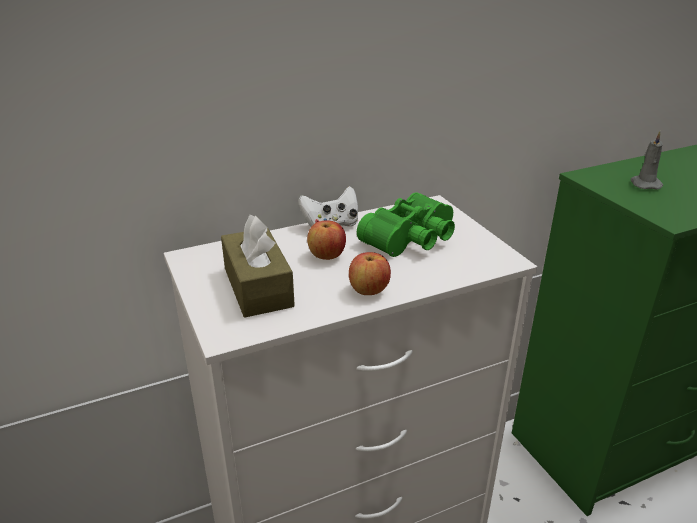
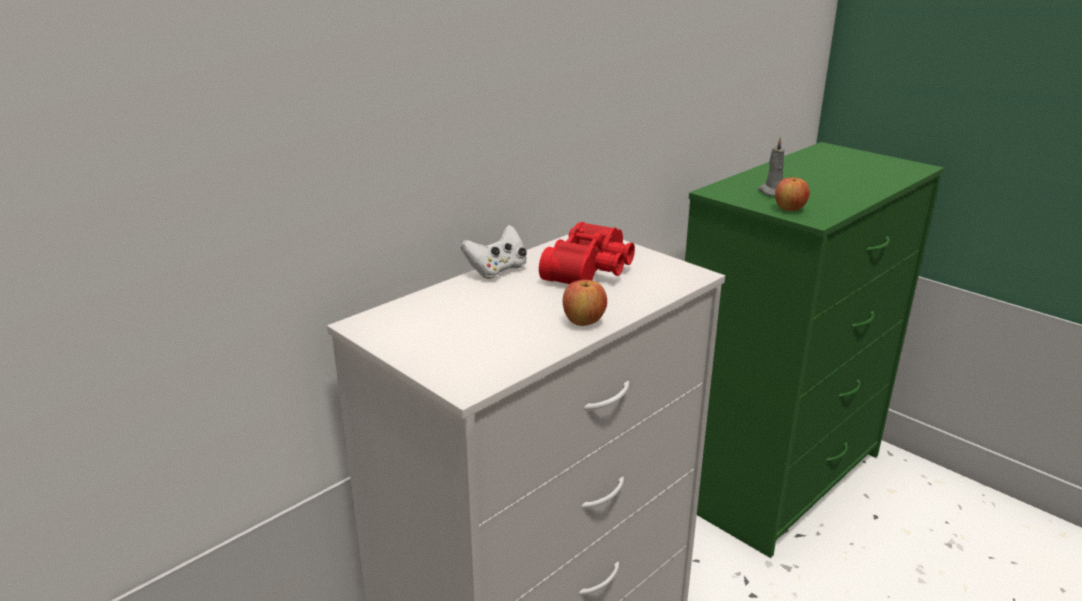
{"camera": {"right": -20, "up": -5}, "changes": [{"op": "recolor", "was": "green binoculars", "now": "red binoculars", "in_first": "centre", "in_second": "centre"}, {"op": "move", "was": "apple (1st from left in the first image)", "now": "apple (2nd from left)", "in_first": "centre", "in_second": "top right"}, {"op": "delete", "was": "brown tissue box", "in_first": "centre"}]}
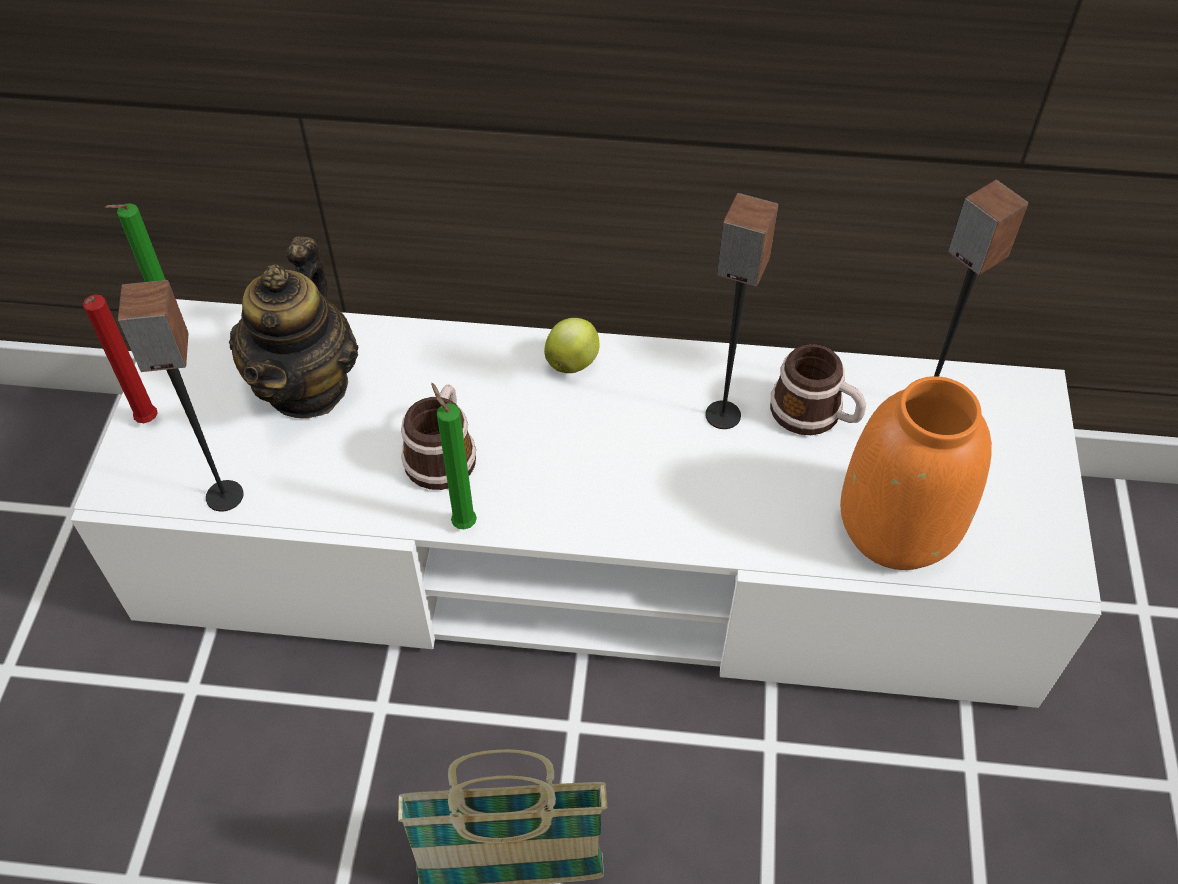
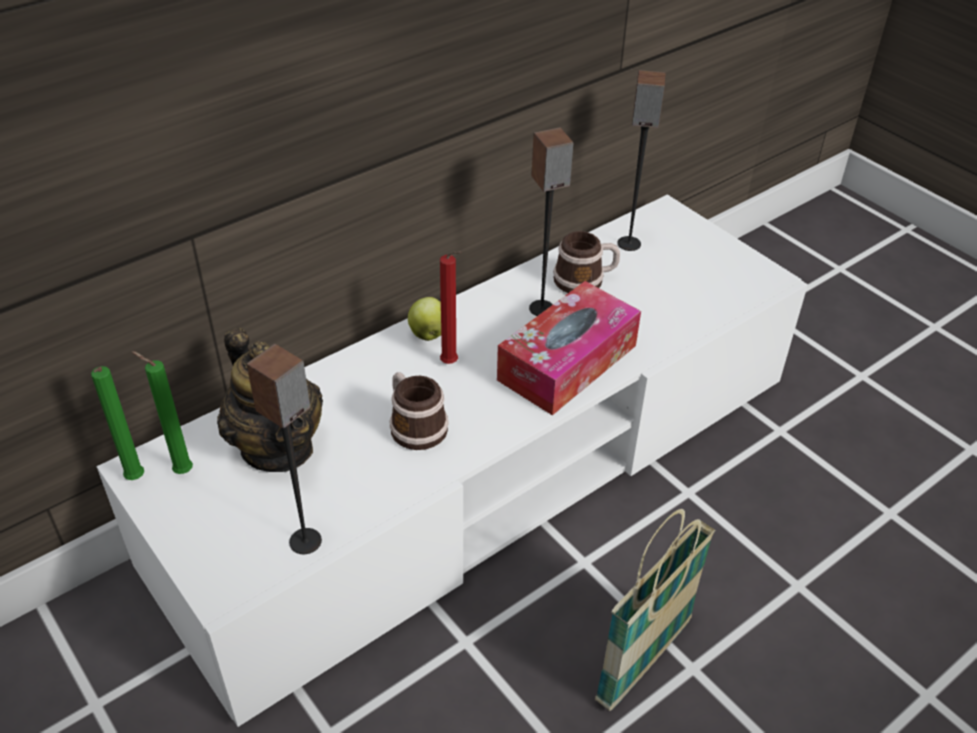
{"camera": {"right": -45, "up": -10}, "changes": [{"op": "move", "was": "green candle (2nd from left)", "in_first": "centre", "in_second": "middle left"}, {"op": "move", "was": "red candle", "in_first": "middle left", "in_second": "centre"}, {"op": "insert", "now": "tissue box", "in_second": "centre"}, {"op": "delete", "was": "orange vase", "in_first": "middle right"}]}
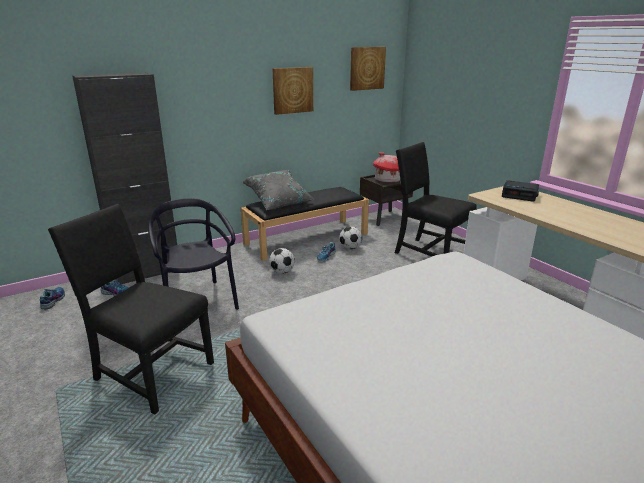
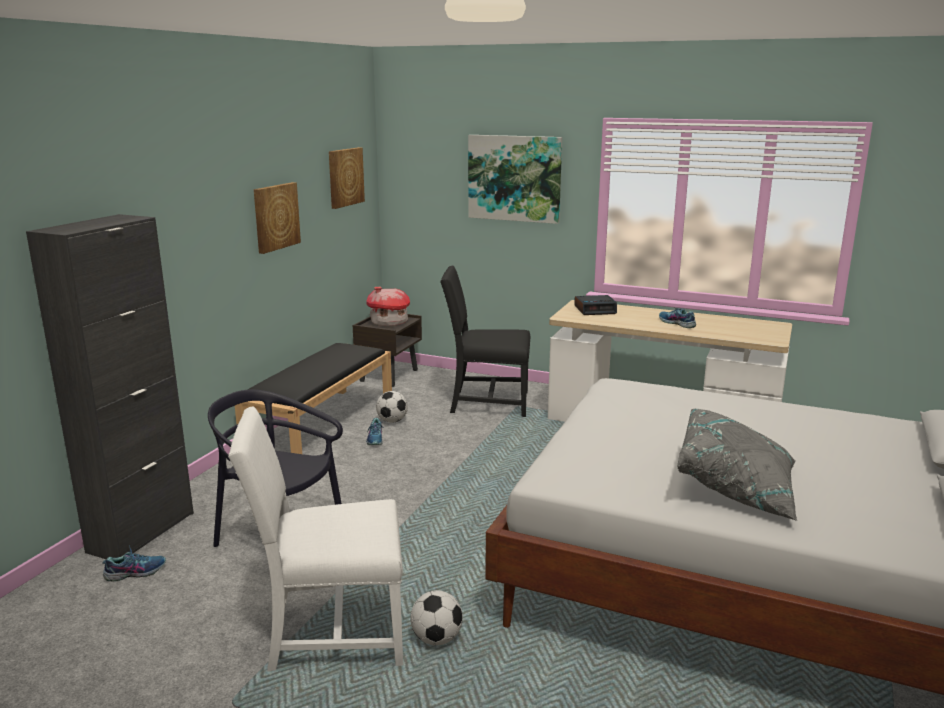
{"camera": {"right": -35, "up": -5}, "changes": [{"op": "recolor", "was": "black chair (1st from left)", "now": "white chair", "in_first": "middle left", "in_second": "bottom centre"}, {"op": "move", "was": "football (1st from left in the first image)", "now": "football (2nd from left)", "in_first": "centre", "in_second": "bottom centre"}, {"op": "insert", "now": "picture (3rd from left)", "in_second": "top centre"}, {"op": "move", "was": "shoe (1st from left in the first image)", "now": "shoe (3rd from left)", "in_first": "middle left", "in_second": "middle right"}, {"op": "move", "was": "grey pillow", "in_first": "centre", "in_second": "middle right"}]}
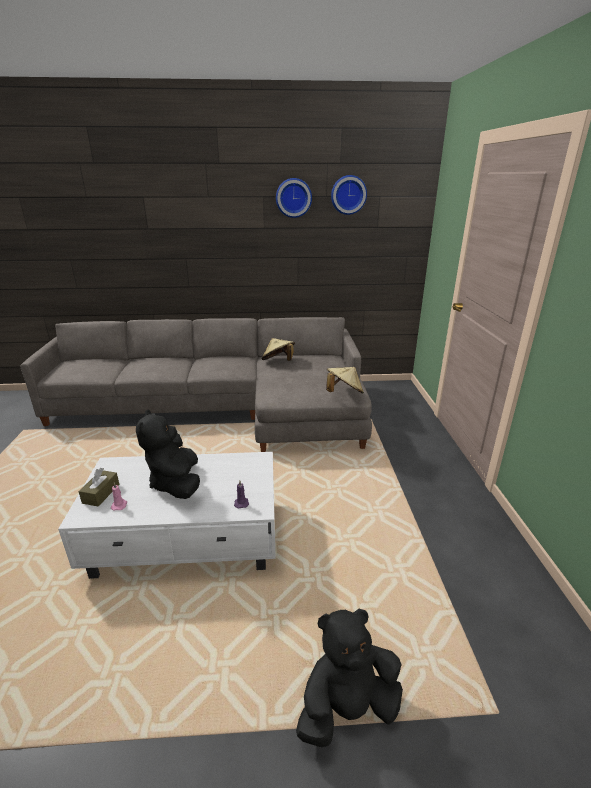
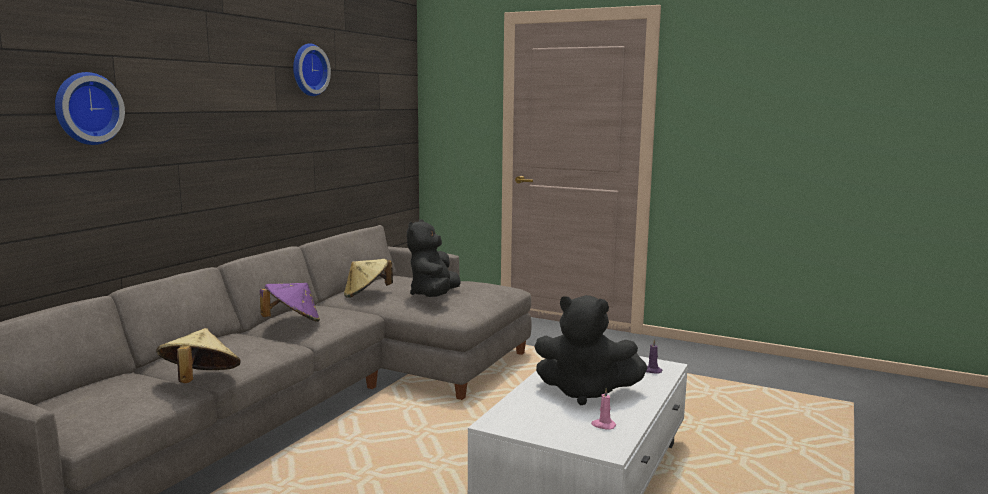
{"camera": {"right": -60, "up": -15}, "changes": [{"op": "move", "was": "wall clock (2nd from left in the first image)", "now": "wall clock (1st from left)", "in_first": "top centre", "in_second": "top left"}, {"op": "move", "was": "beige hat (2nd from left in the first image)", "now": "beige hat (1st from left)", "in_first": "centre", "in_second": "bottom left"}, {"op": "insert", "now": "purple hat", "in_second": "middle left"}, {"op": "move", "was": "black plush toy (2nd from left in the first image)", "now": "black plush toy (1st from left)", "in_first": "bottom centre", "in_second": "centre"}, {"op": "delete", "was": "brown tissue box", "in_first": "middle left"}]}
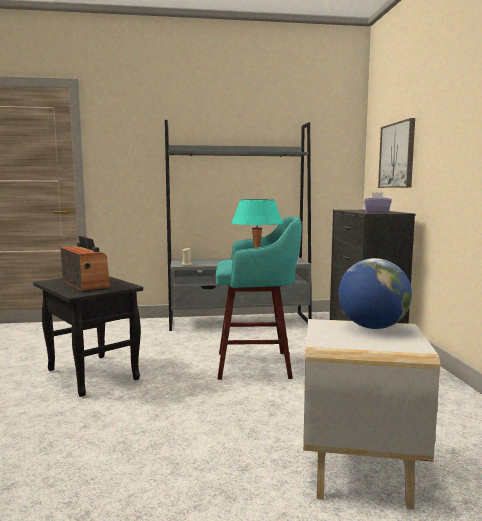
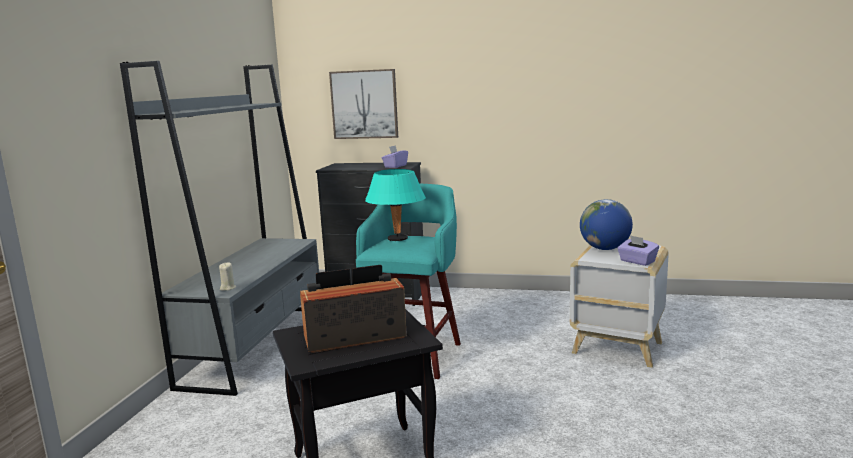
{"camera": {"right": -70, "up": 5}, "changes": [{"op": "insert", "now": "purple tissue box (2nd from left)", "in_second": "middle right"}]}
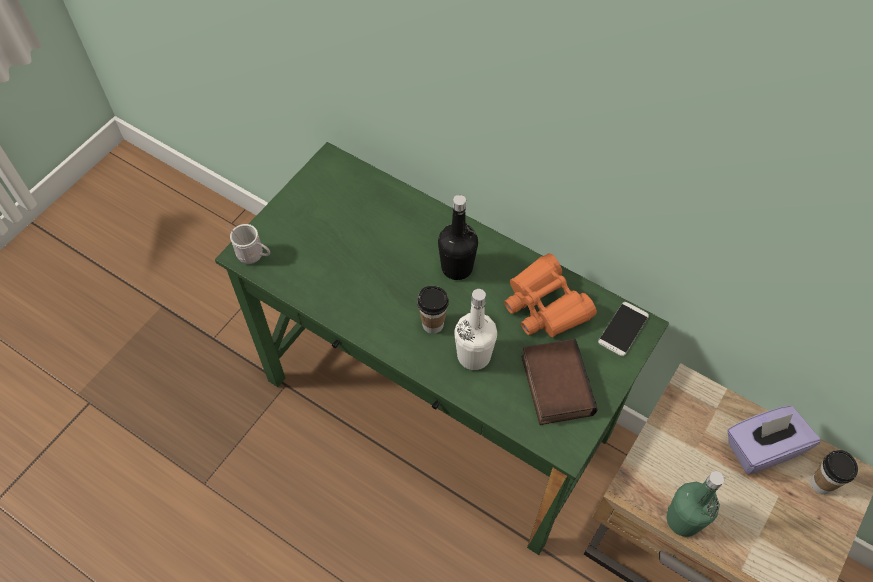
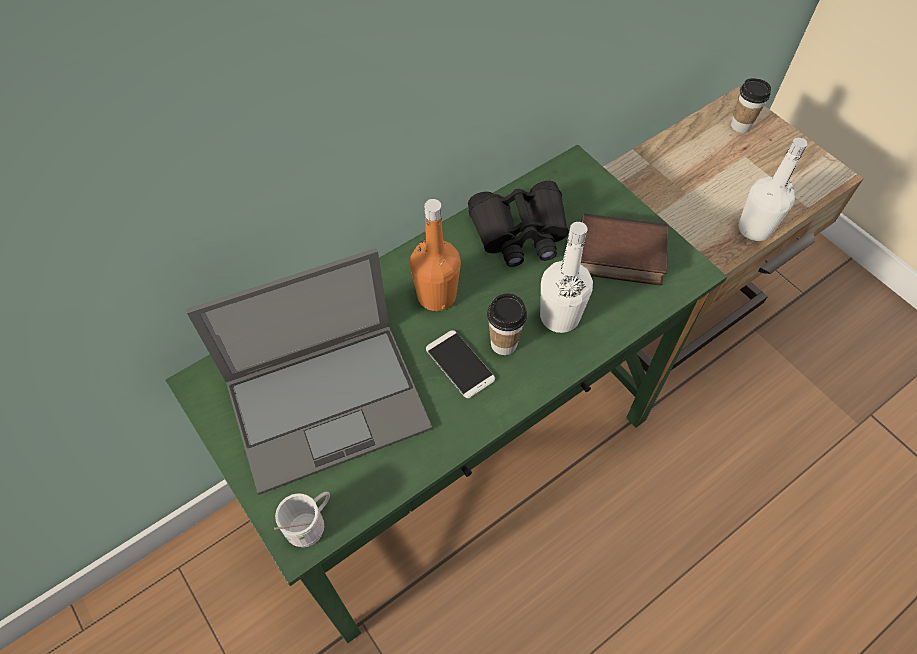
{"camera": {"right": -70, "up": 0}, "changes": [{"op": "insert", "now": "laptop", "in_second": "centre"}, {"op": "recolor", "was": "black bottle", "now": "orange bottle", "in_first": "centre", "in_second": "centre"}, {"op": "move", "was": "phone", "in_first": "middle right", "in_second": "centre"}, {"op": "recolor", "was": "orange binoculars", "now": "black binoculars", "in_first": "centre", "in_second": "centre"}, {"op": "recolor", "was": "green bottle", "now": "white bottle (2nd from left)", "in_first": "bottom right", "in_second": "top right"}, {"op": "delete", "was": "purple tissue box", "in_first": "bottom right"}]}
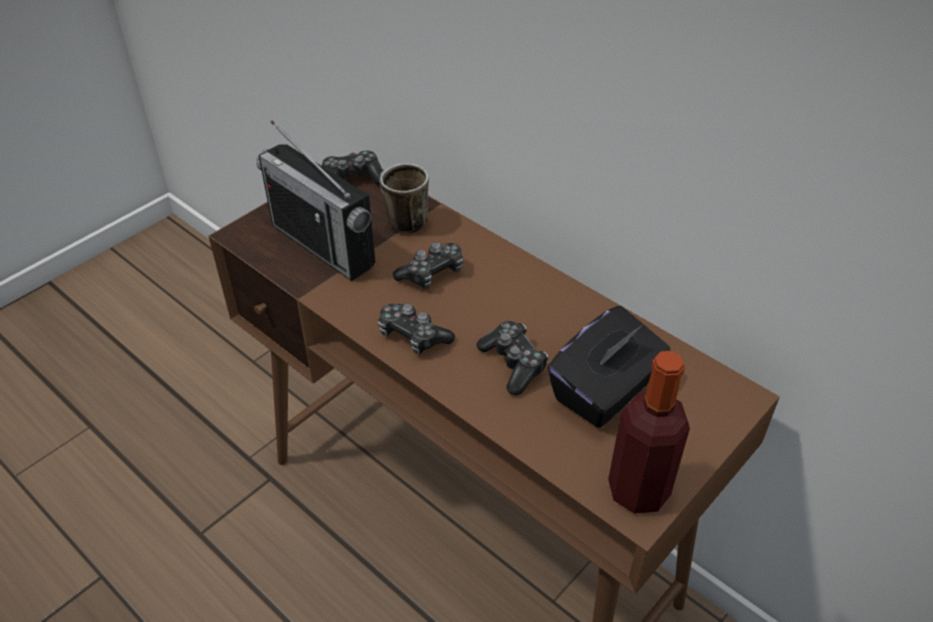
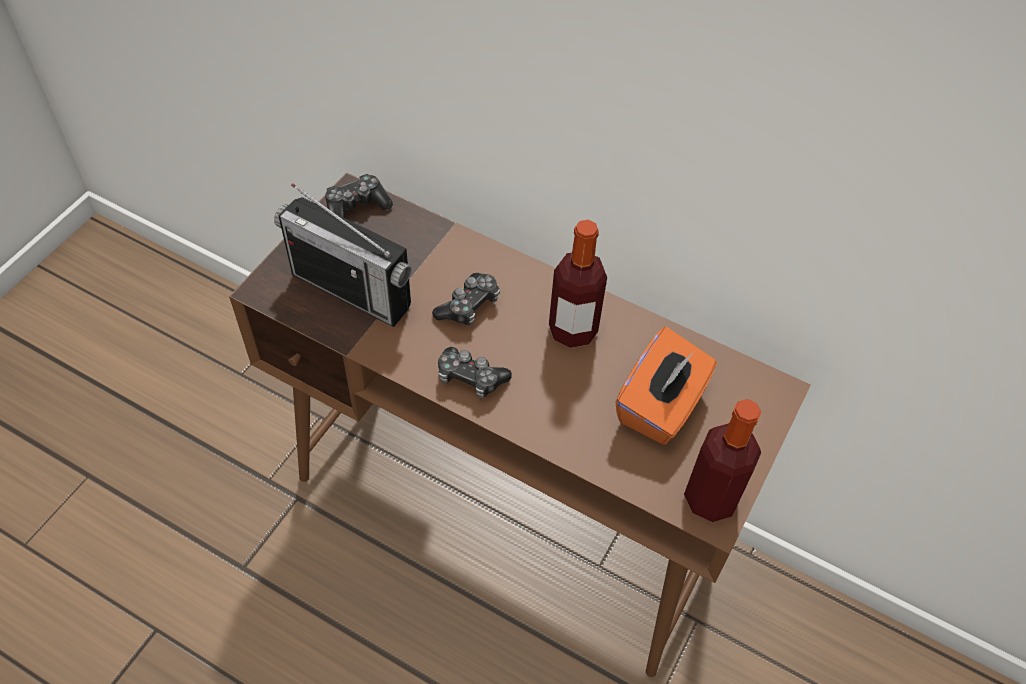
{"camera": {"right": -15, "up": 10}, "changes": [{"op": "insert", "now": "bottle (1st from left)", "in_second": "centre"}, {"op": "recolor", "was": "black tissue box", "now": "orange tissue box", "in_first": "centre", "in_second": "centre"}, {"op": "delete", "was": "mug", "in_first": "top centre"}, {"op": "delete", "was": "game controller (4th from left)", "in_first": "centre"}]}
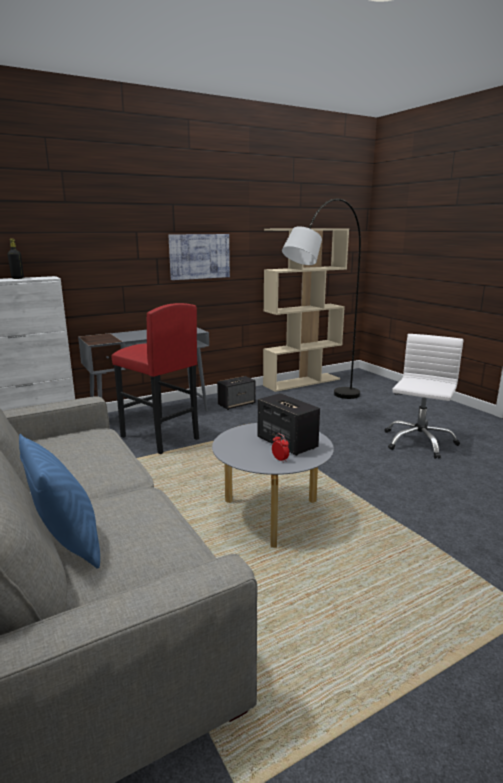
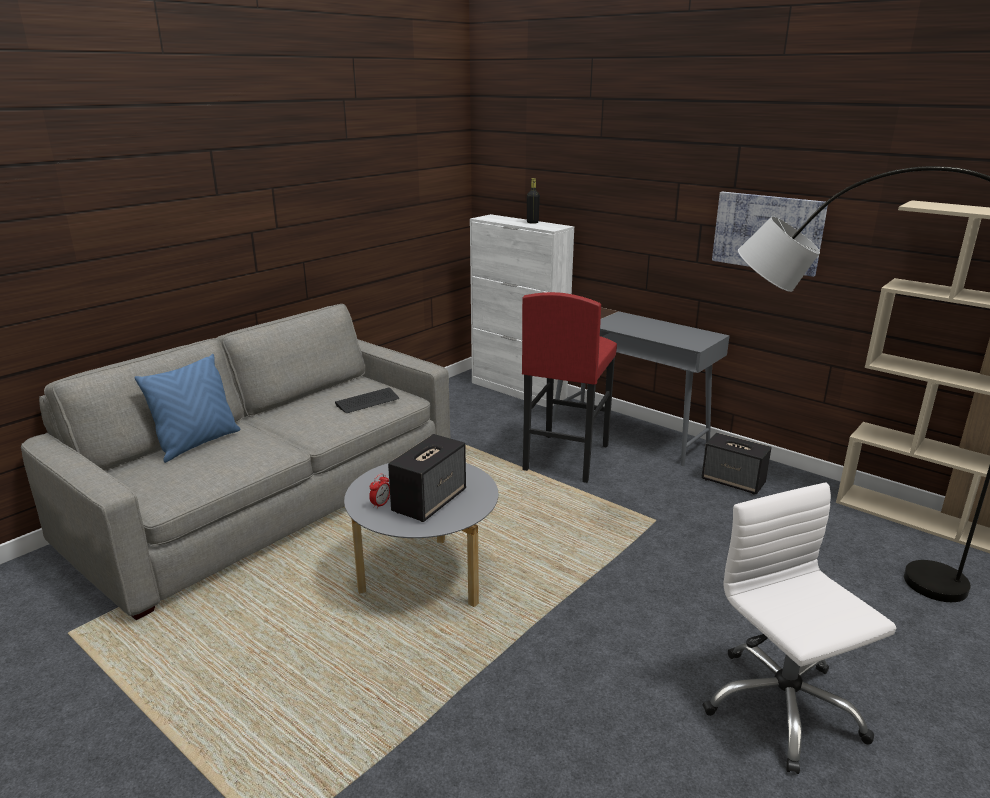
{"camera": {"right": 70, "up": 5}, "changes": [{"op": "insert", "now": "keyboard", "in_second": "centre"}, {"op": "rotate", "was": "white office chair", "in_first": "middle right", "in_second": "bottom right", "clockwise": -120}]}
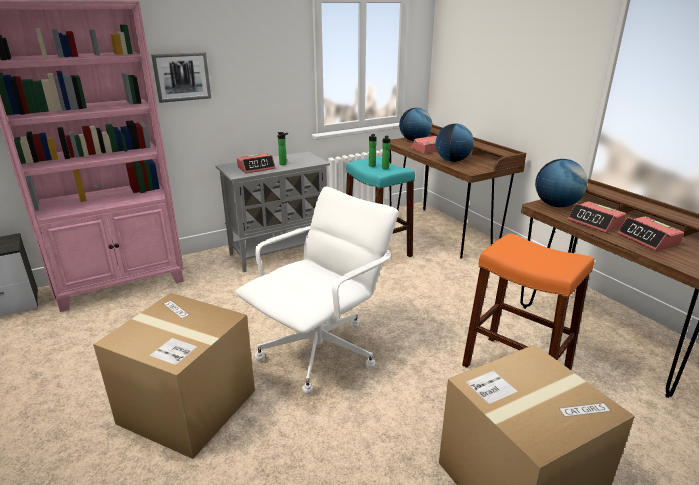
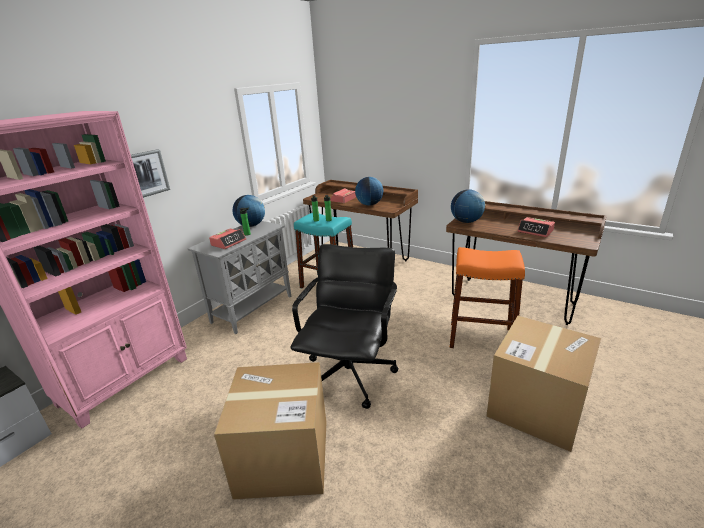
{"camera": {"right": -25, "up": 0}, "changes": [{"op": "move", "was": "globe (1st from left)", "in_first": "top centre", "in_second": "centre"}, {"op": "recolor", "was": "white office chair", "now": "black office chair", "in_first": "centre", "in_second": "centre"}, {"op": "delete", "was": "alarm clock (3rd from left)", "in_first": "middle right"}]}
